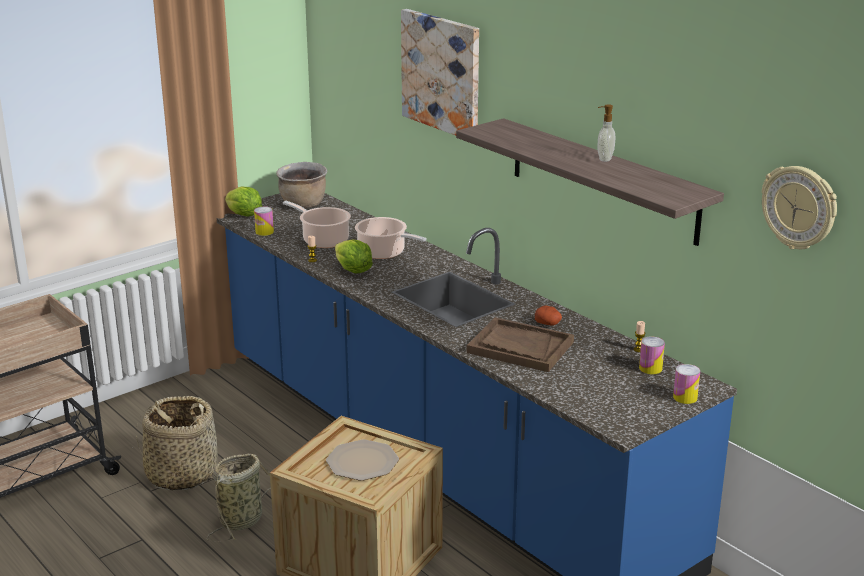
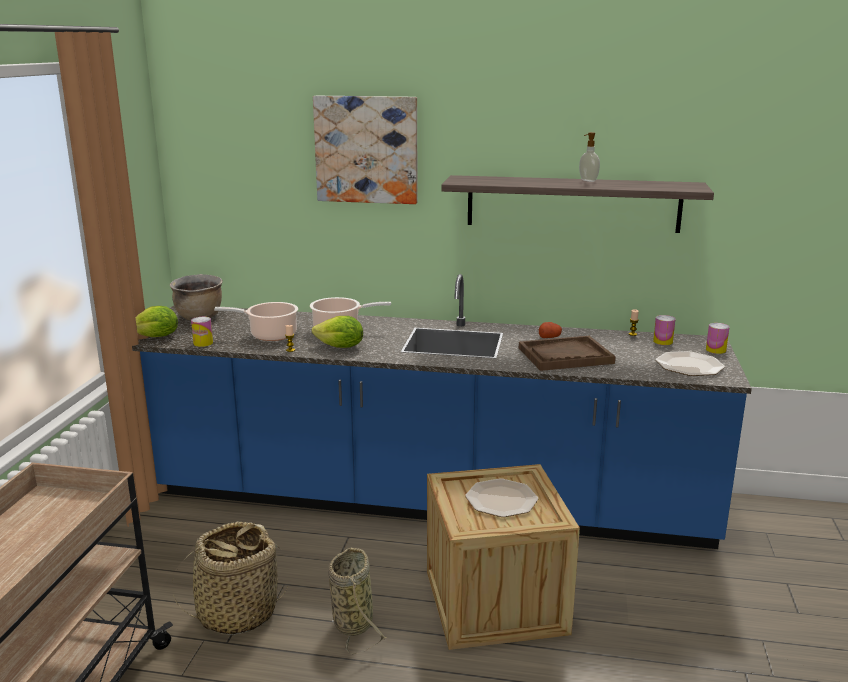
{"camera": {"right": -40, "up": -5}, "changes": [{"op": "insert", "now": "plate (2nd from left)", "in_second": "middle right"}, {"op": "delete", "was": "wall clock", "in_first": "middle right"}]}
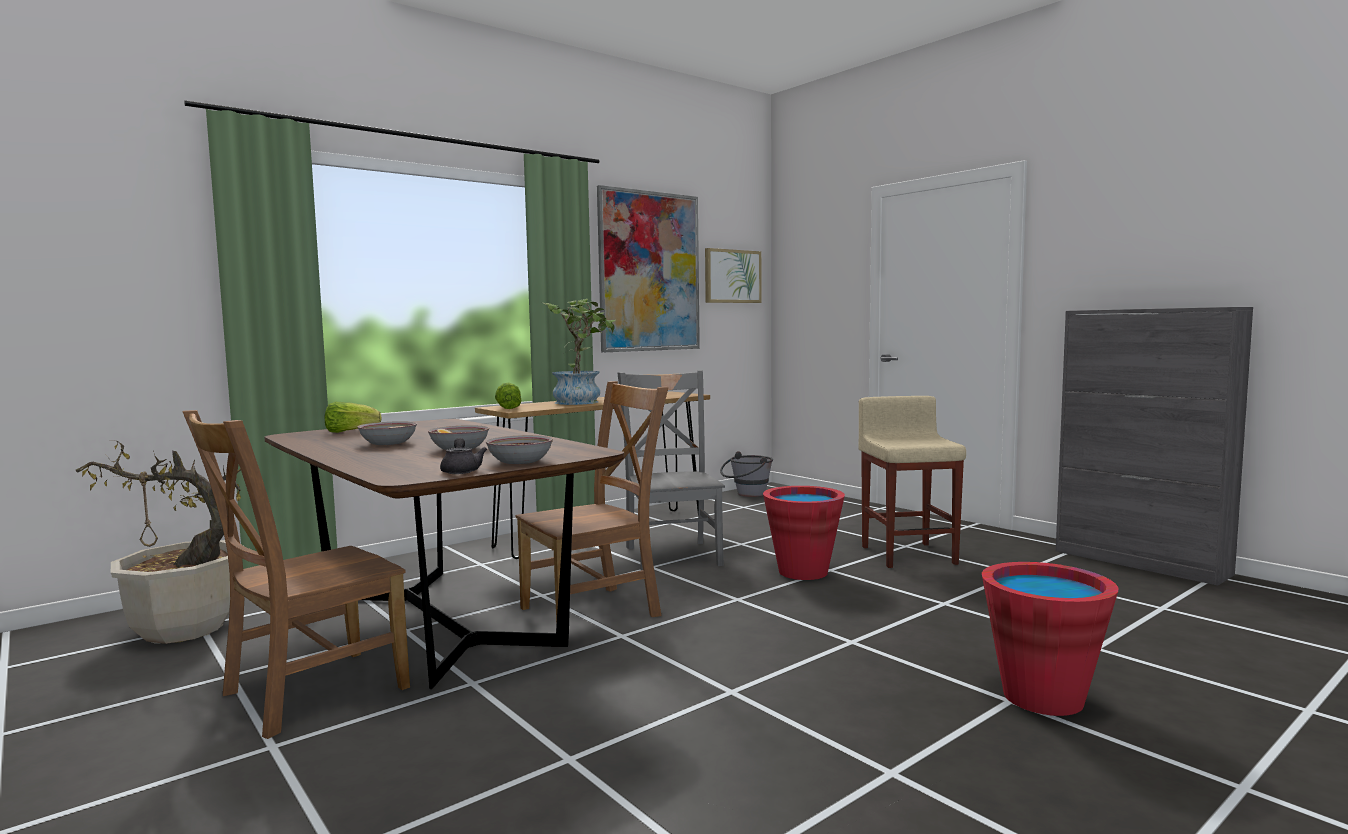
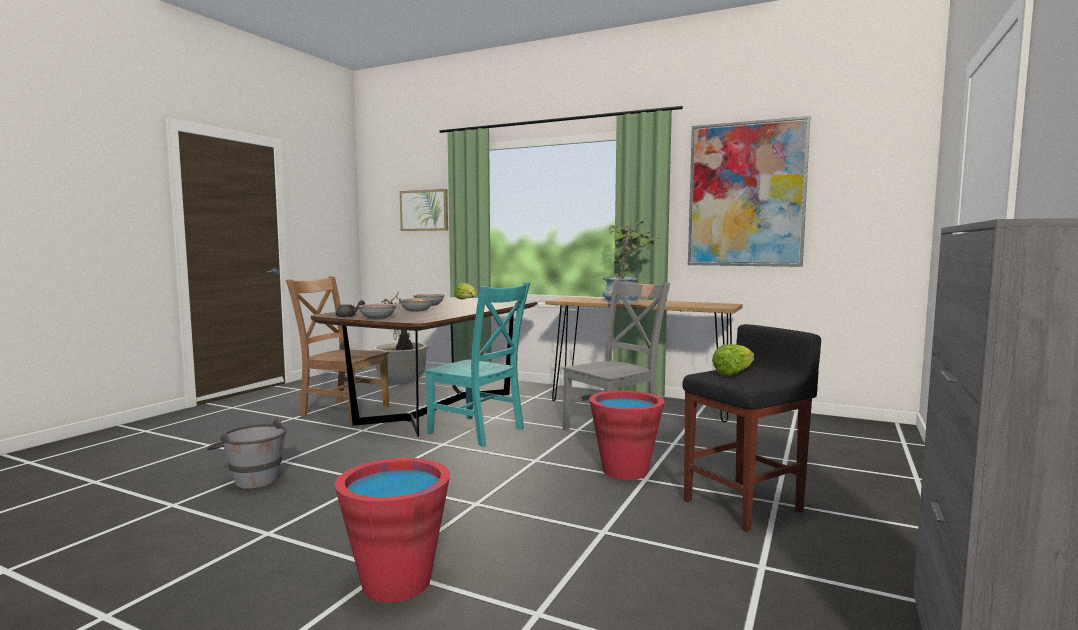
{"camera": {"right": 65, "up": 0}, "changes": [{"op": "move", "was": "grey bucket", "in_first": "centre", "in_second": "bottom left"}, {"op": "move", "was": "picture (2nd from left in the first image)", "now": "picture (1st from left)", "in_first": "top centre", "in_second": "centre"}, {"op": "recolor", "was": "brown chair (2nd from left)", "now": "turquoise chair", "in_first": "centre", "in_second": "centre"}, {"op": "recolor", "was": "beige stool", "now": "black stool", "in_first": "middle right", "in_second": "bottom right"}, {"op": "move", "was": "lettuce (2nd from left)", "in_first": "centre", "in_second": "middle right"}]}
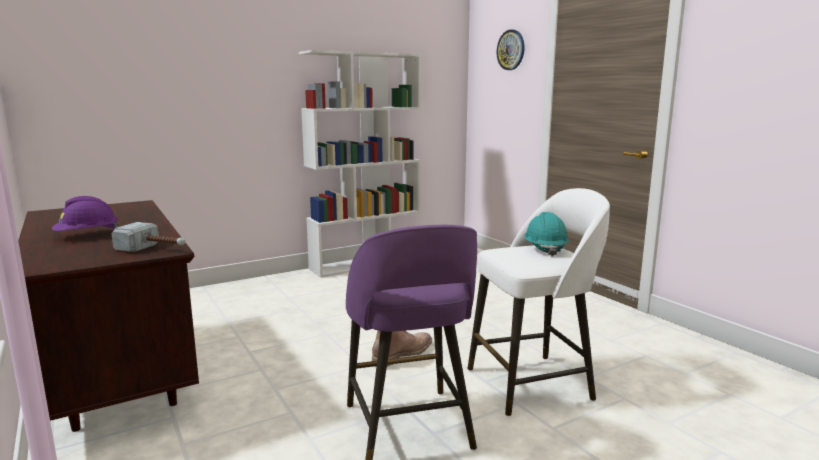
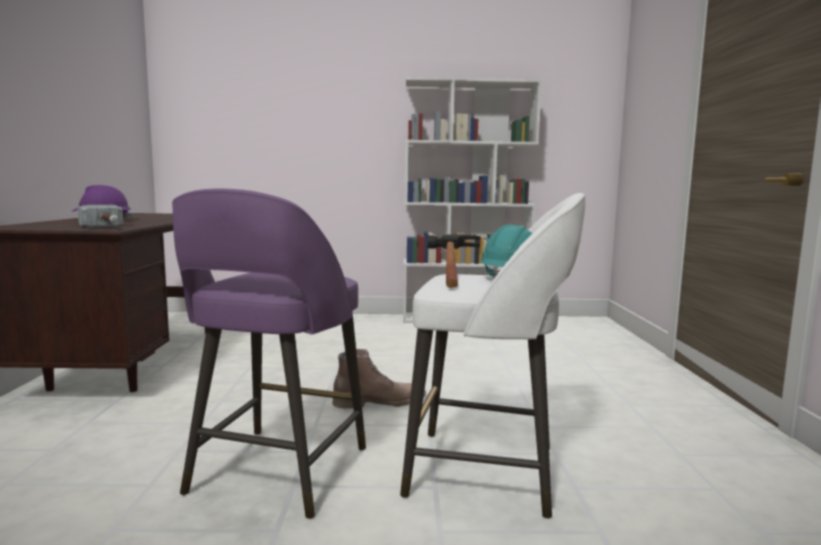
{"camera": {"right": 30, "up": -5}, "changes": [{"op": "insert", "now": "hammer (2nd from left)", "in_second": "centre"}, {"op": "delete", "was": "wall clock", "in_first": "top centre"}]}
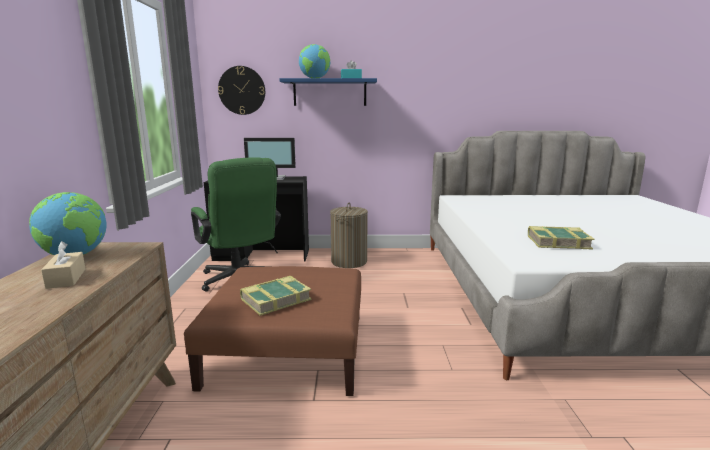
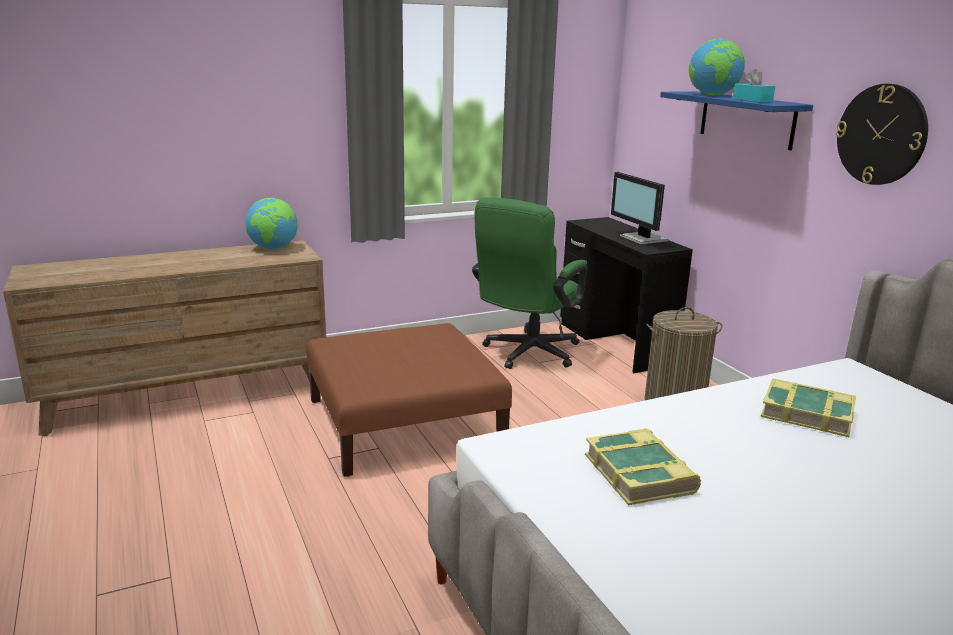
{"camera": {"right": 65, "up": 5}, "changes": [{"op": "move", "was": "book (1st from left in the first image)", "now": "book (2nd from left)", "in_first": "centre", "in_second": "middle right"}, {"op": "move", "was": "wall clock", "in_first": "top centre", "in_second": "top right"}, {"op": "delete", "was": "beige tissue box", "in_first": "middle left"}]}
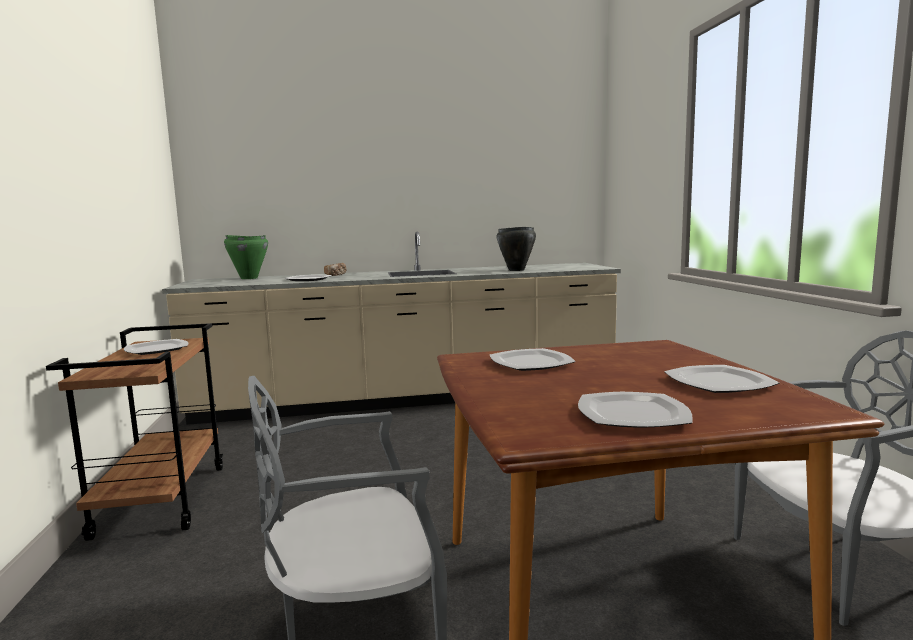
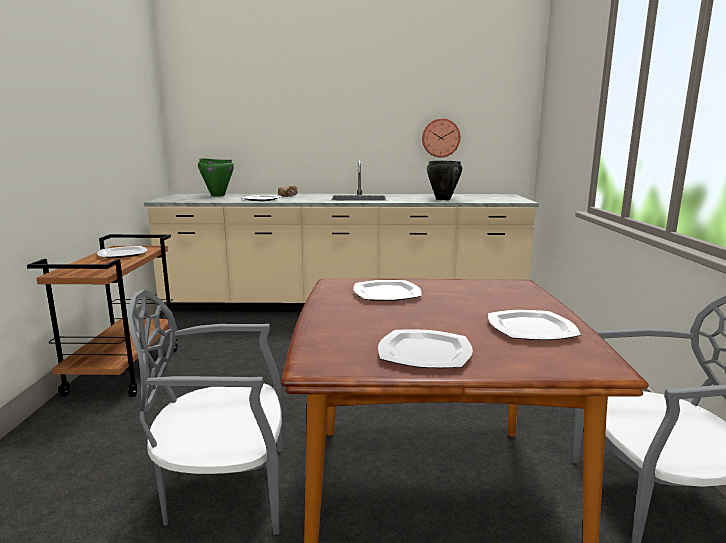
{"camera": {"right": 10, "up": 5}, "changes": [{"op": "insert", "now": "wall clock", "in_second": "top centre"}]}
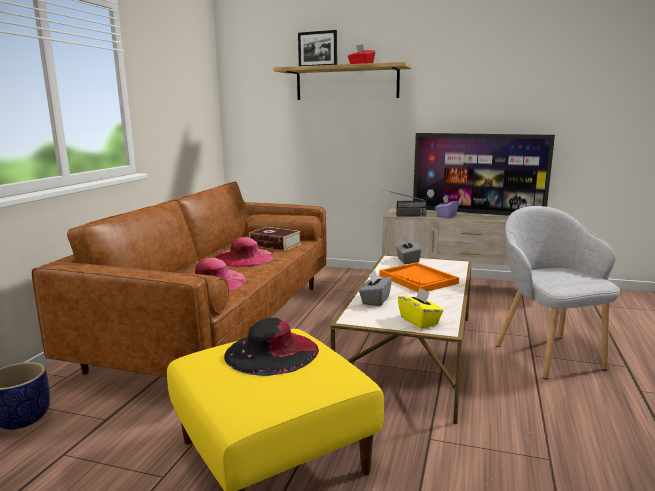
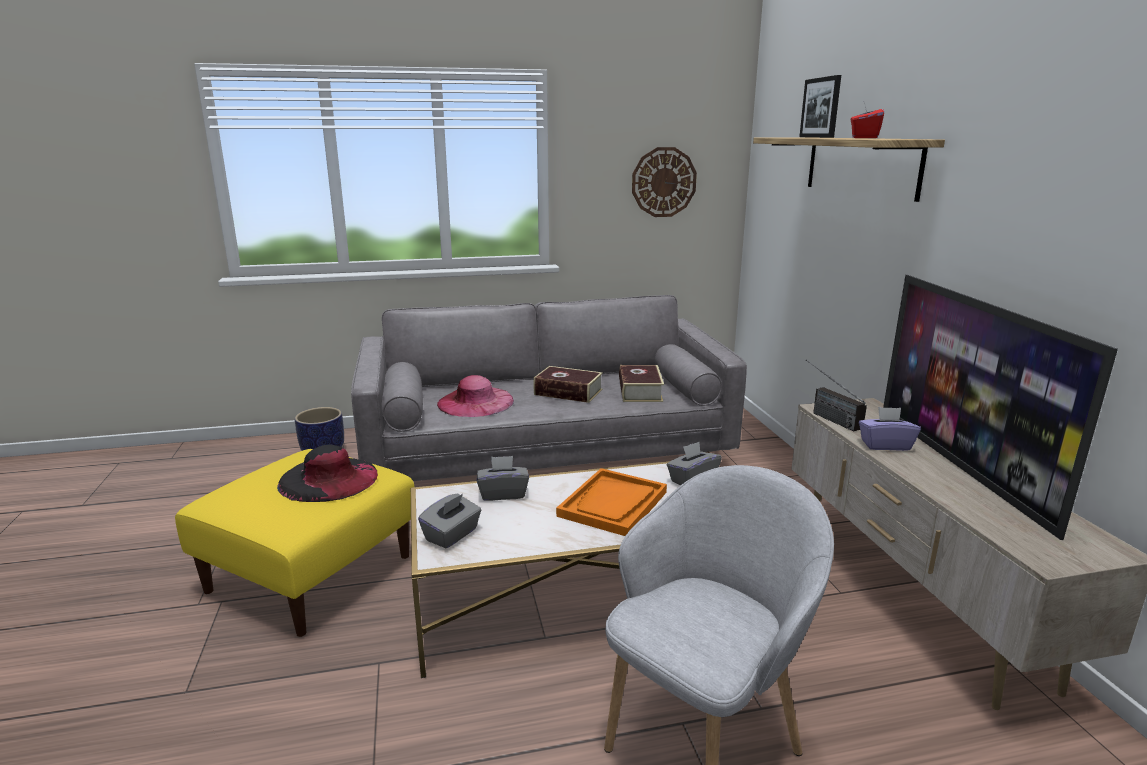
{"camera": {"right": 60, "up": 5}, "changes": [{"op": "recolor", "was": "brown sofa", "now": "grey sofa", "in_first": "middle left", "in_second": "centre"}, {"op": "recolor", "was": "yellow tissue box", "now": "grey tissue box (1st from left)", "in_first": "centre", "in_second": "bottom centre"}, {"op": "replace", "was": "pink hat (2nd from left)", "now": "book (1st from left)", "in_first": "centre", "in_second": "centre"}, {"op": "insert", "now": "wall clock", "in_second": "top centre"}]}
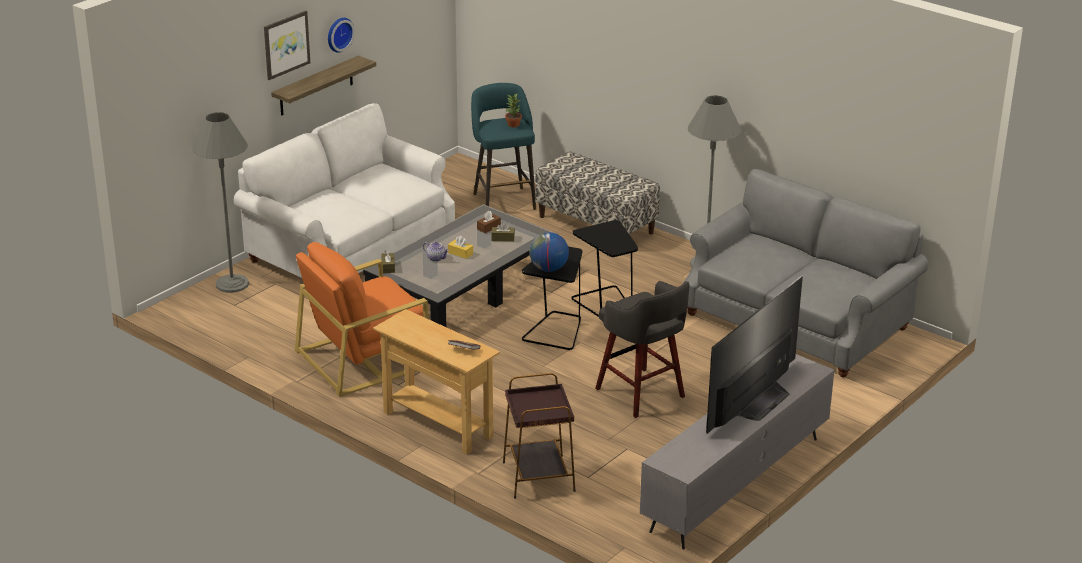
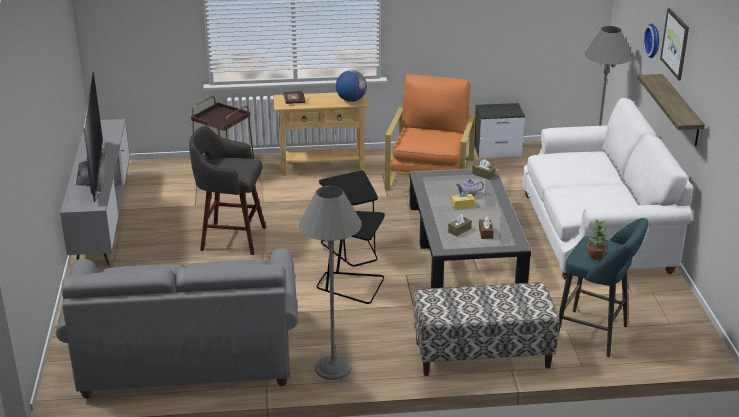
{"camera": {"right": 135, "up": 0}, "changes": [{"op": "move", "was": "globe", "in_first": "centre", "in_second": "top centre"}, {"op": "insert", "now": "nightstand", "in_second": "top right"}, {"op": "move", "was": "wall clock", "in_first": "top left", "in_second": "top right"}]}
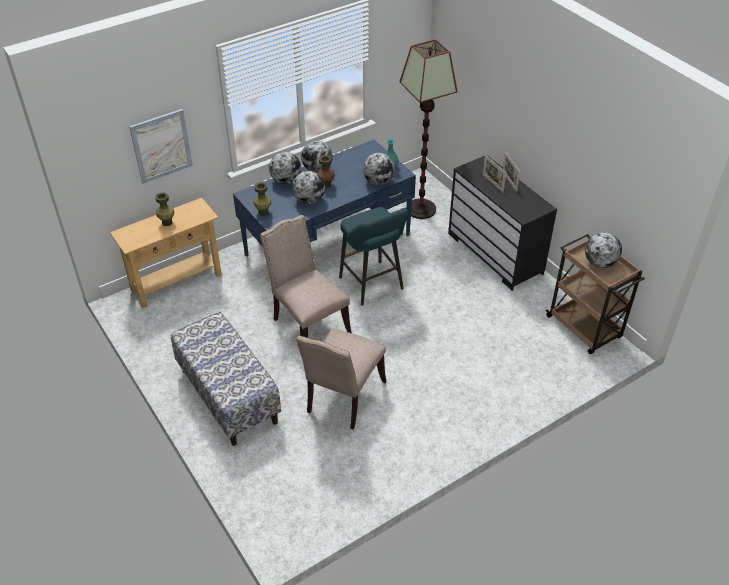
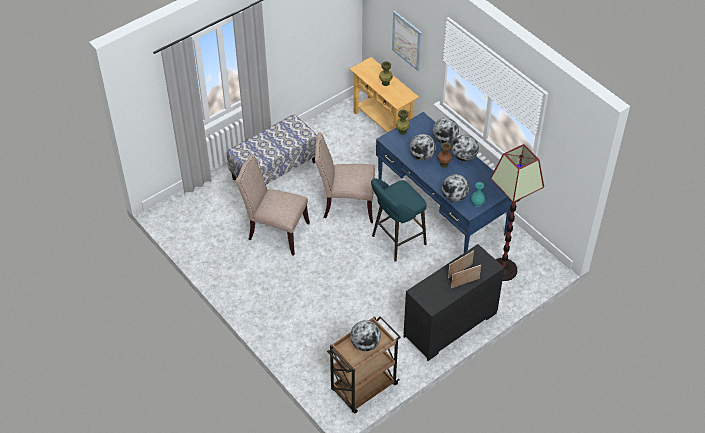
{"camera": {"right": 85, "up": 5}, "changes": [{"op": "rotate", "was": "beige chair (1st from left in the first image)", "in_first": "centre", "in_second": "centre", "clockwise": -135}]}
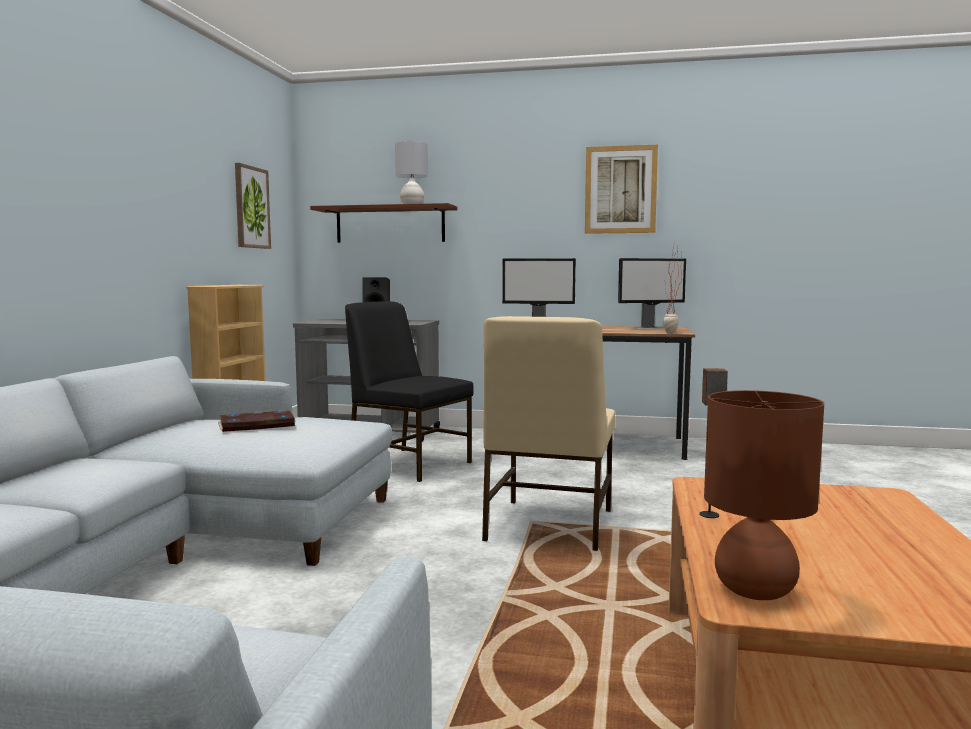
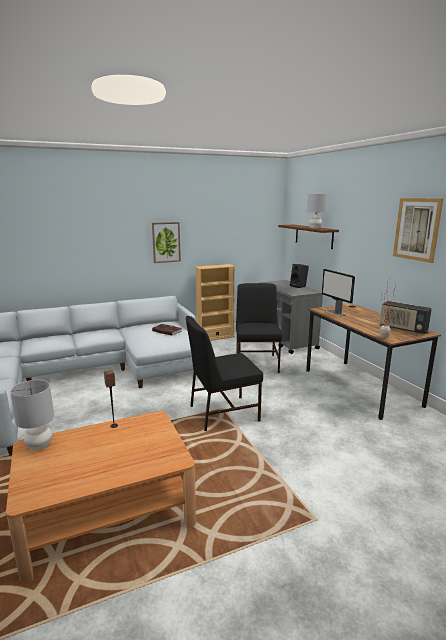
{"camera": {"right": 55, "up": 10}, "changes": [{"op": "recolor", "was": "brown table lamp", "now": "grey table lamp (1st from left)", "in_first": "bottom right", "in_second": "middle left"}, {"op": "move", "was": "picture (1st from left)", "in_first": "top left", "in_second": "centre"}, {"op": "recolor", "was": "beige chair", "now": "black chair (1st from left)", "in_first": "centre", "in_second": "centre"}, {"op": "replace", "was": "monitor (2nd from left)", "now": "radio", "in_first": "middle right", "in_second": "middle right"}]}
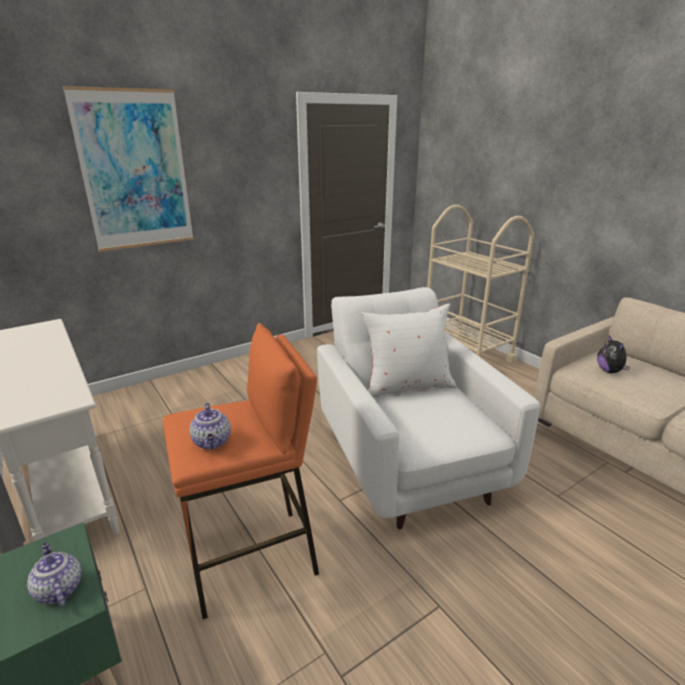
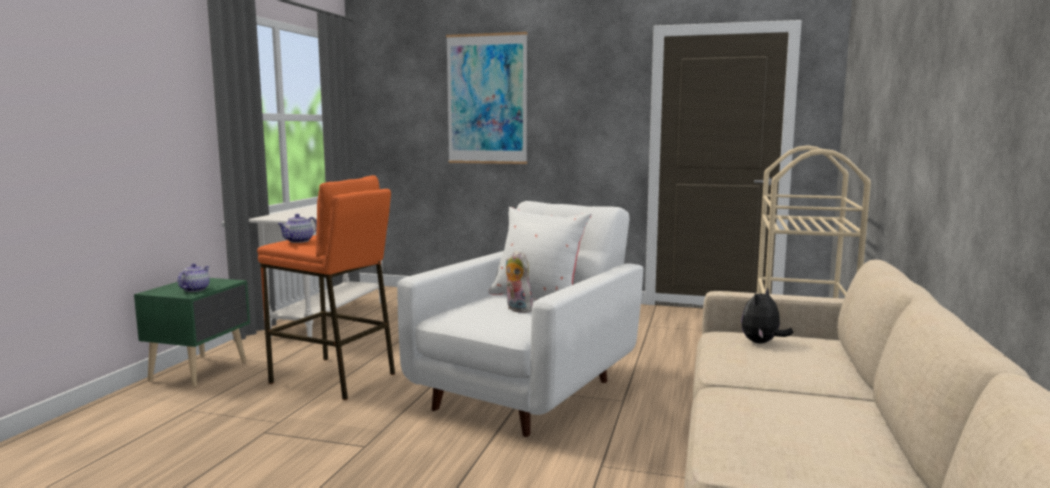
{"camera": {"right": 50, "up": -15}, "changes": [{"op": "insert", "now": "plush toy (1st from left)", "in_second": "centre"}]}
